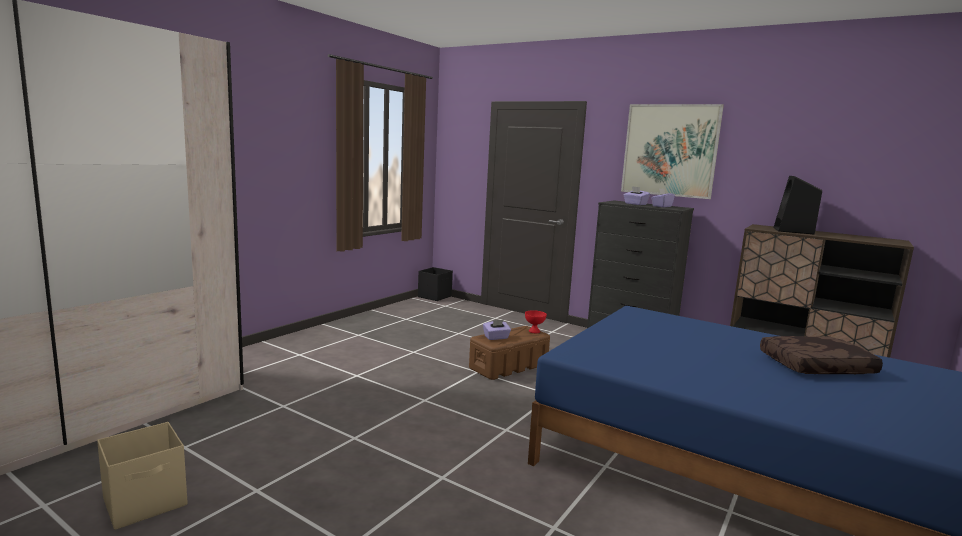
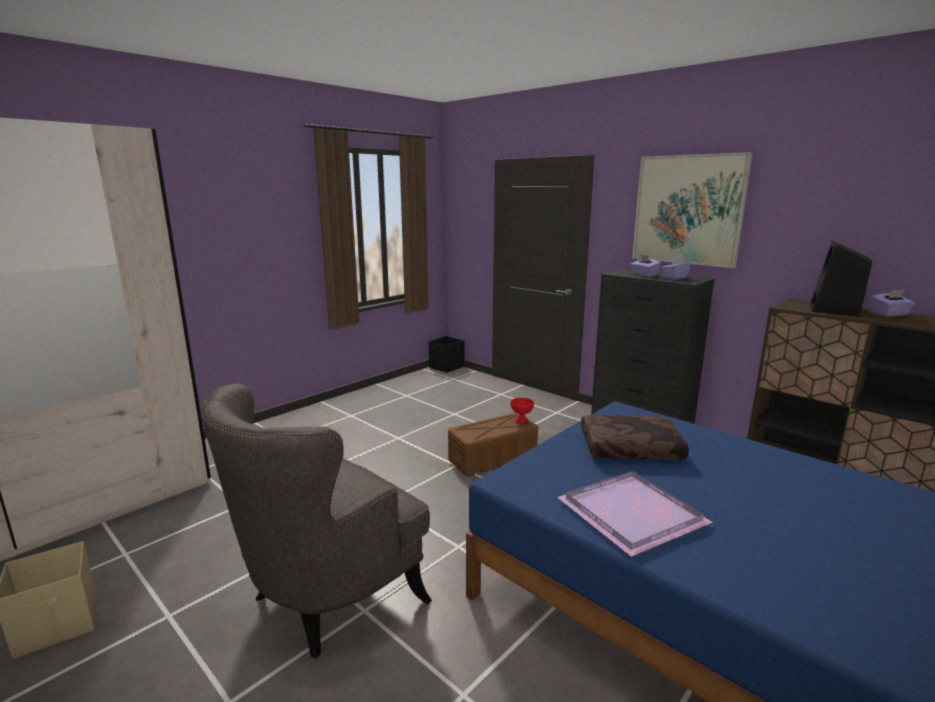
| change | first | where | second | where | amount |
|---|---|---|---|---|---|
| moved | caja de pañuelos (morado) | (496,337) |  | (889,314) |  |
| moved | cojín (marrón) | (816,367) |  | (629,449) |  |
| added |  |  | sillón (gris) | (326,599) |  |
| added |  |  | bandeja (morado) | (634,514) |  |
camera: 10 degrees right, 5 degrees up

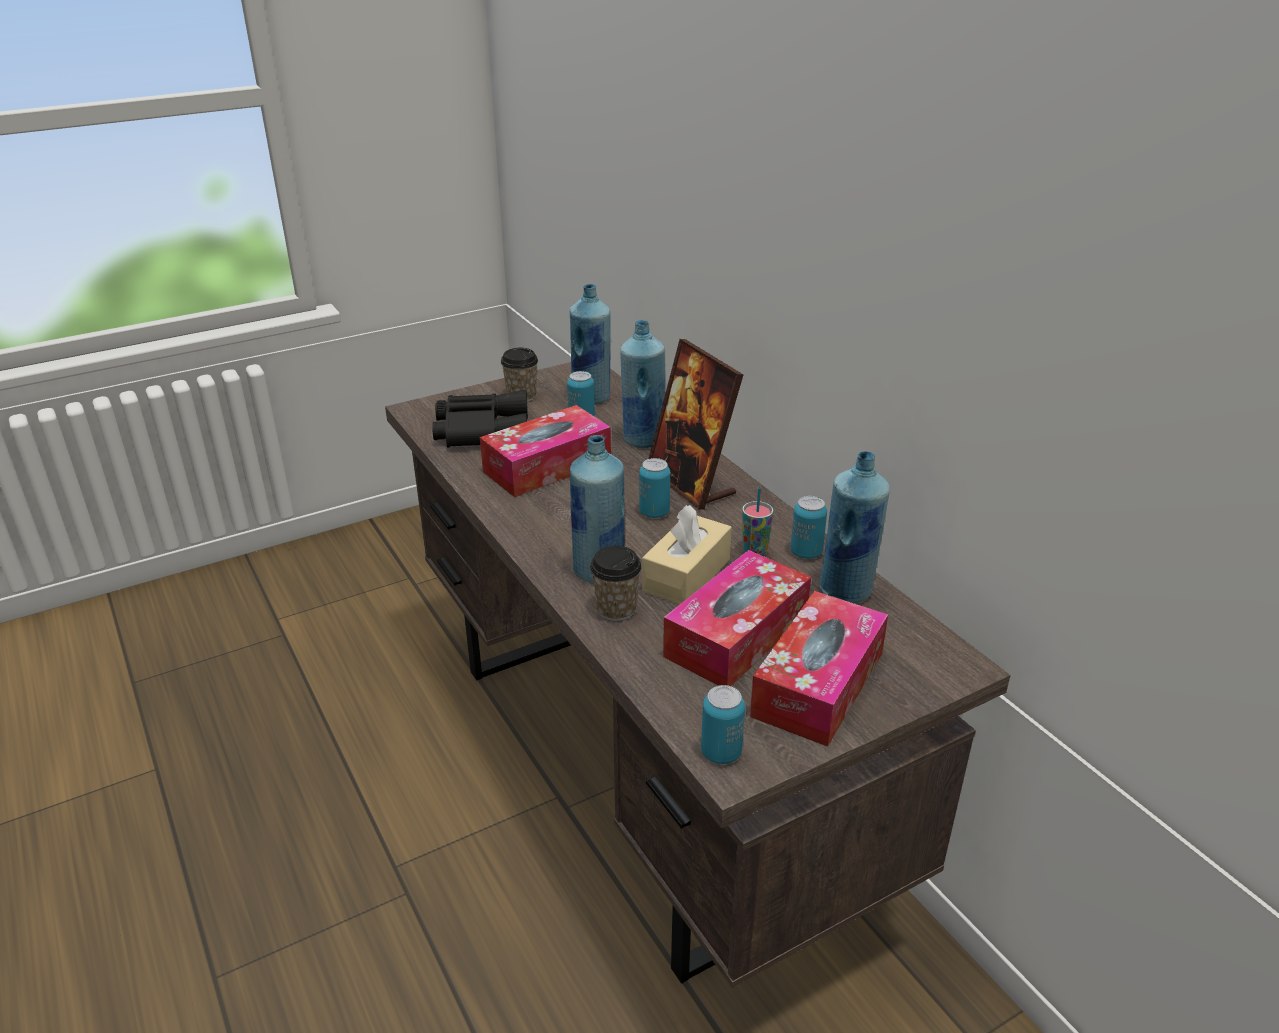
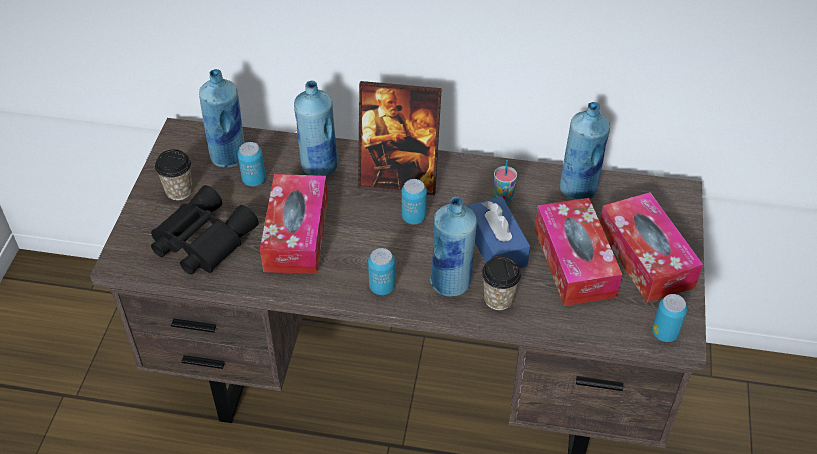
| change | first | where | second | where | amount |
|---|---|---|---|---|---|
| moved | lata | (806,552) |  | (382,287) |  |
| recoloured | caja de pañuelos (beis) | (686,575) | caja de pañuelos (azul) | (496,245) |  |
camera: 50 degrees left, 15 degrees up

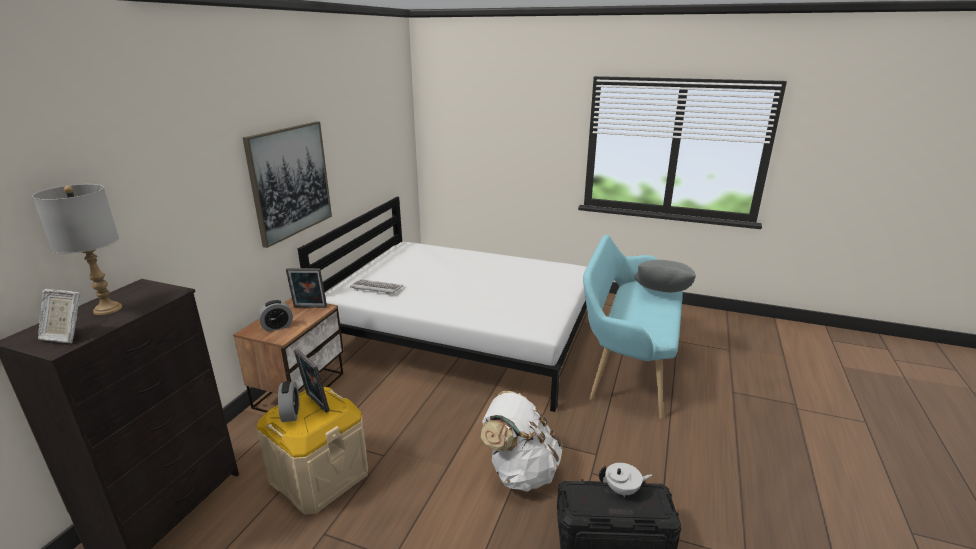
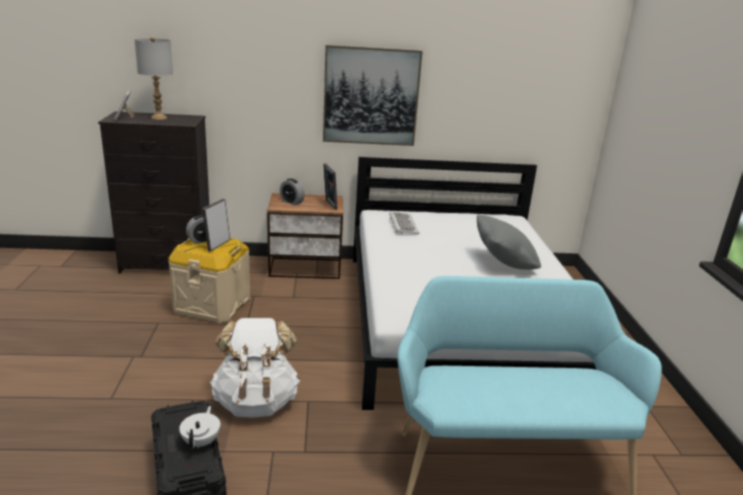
| change | first | where | second | where | amount |
|---|---|---|---|---|---|
| moved | cojín (gris) | (661,294) |  | (503,263) |  |
| turned | tetera (blanco) | (622,490) |  | (201,441) | 150 degrees counterclockwise |
camera: 65 degrees right, 0 degrees up

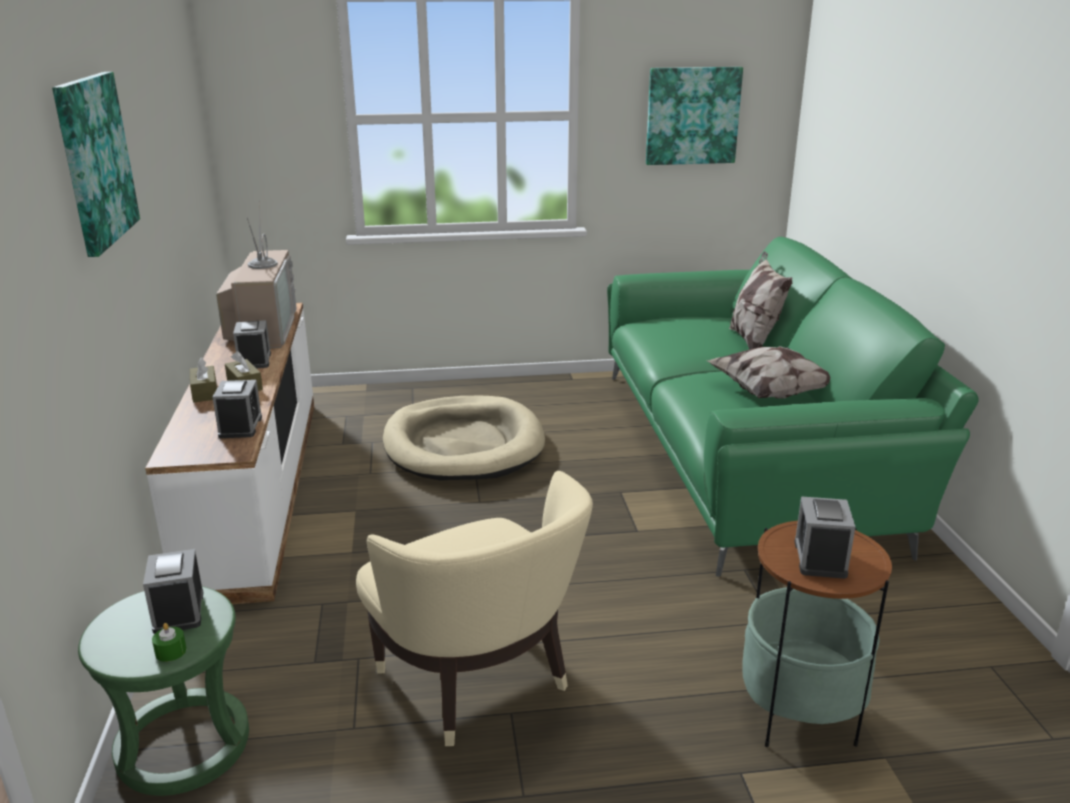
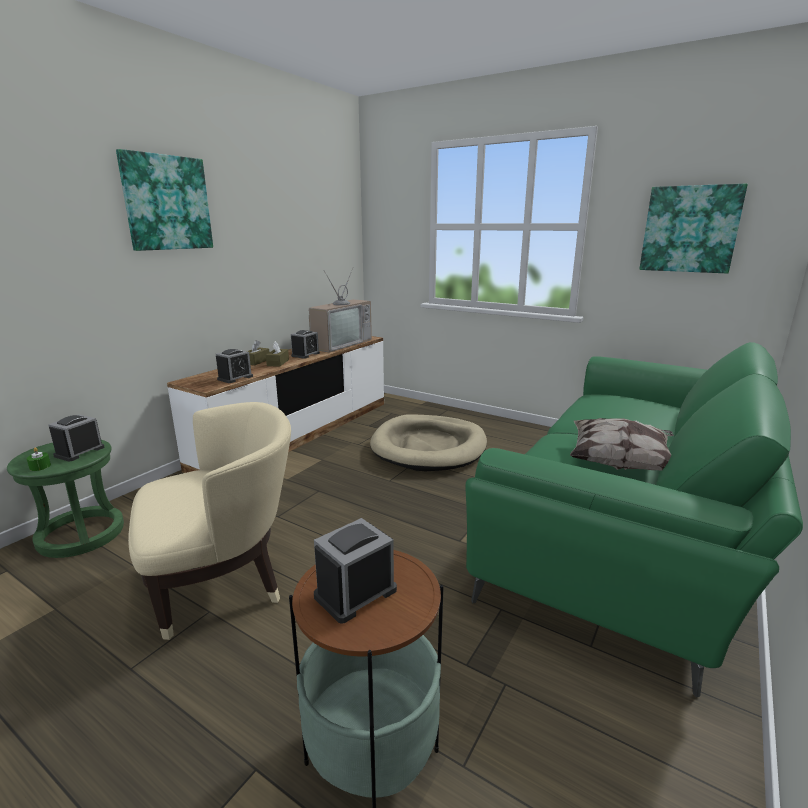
| change | first | where | second | where | amount |
|---|---|---|---|---|---|
| removed | cojín | (754,342) |  |  |  |
| turned | sillón (beis) | (478,682) |  | (225,581) | 120 degrees counterclockwise |
camera: 40 degrees right, 5 degrees down

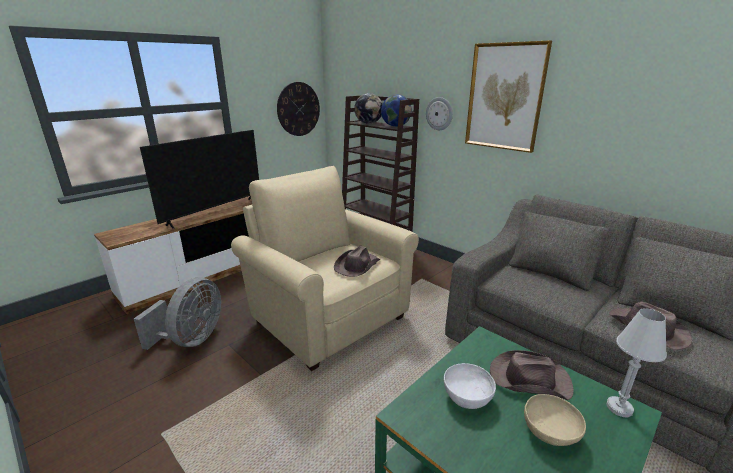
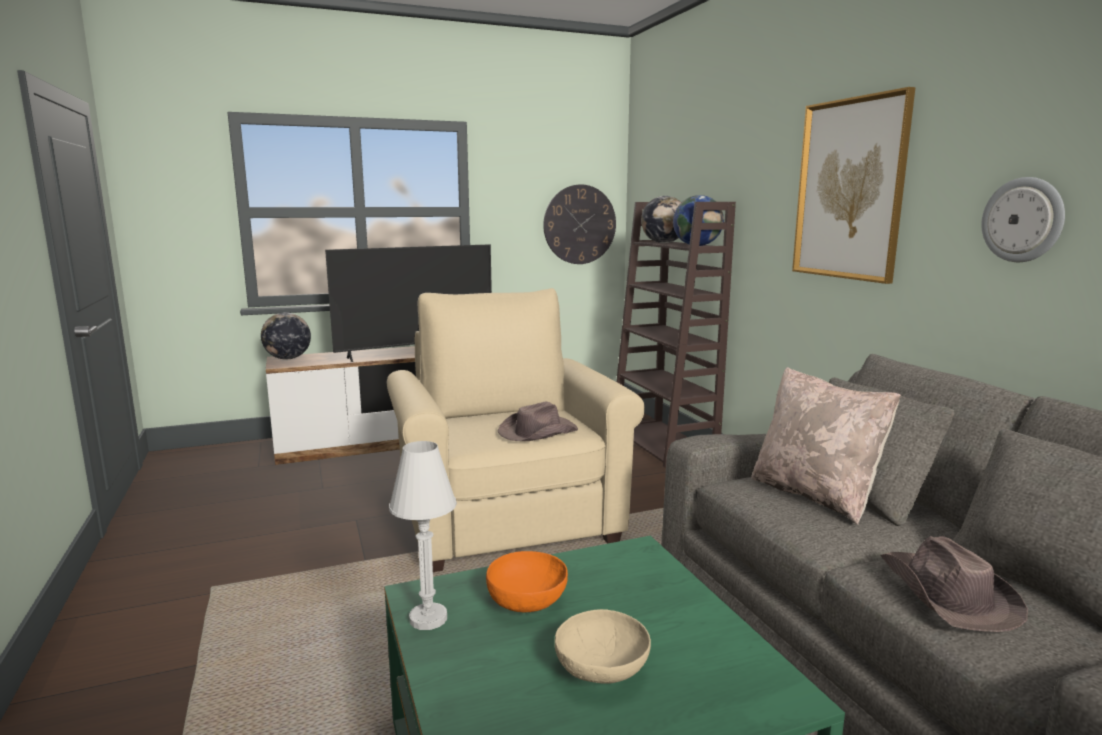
| change | first | where | second | where | amount |
|---|---|---|---|---|---|
| moved | reloj de pared | (439,113) |  | (1023,220) |  |
| removed | ventilador (gris) | (192,339) |  |  |  |
| moved | lámpara de mesa (blanco) | (619,408) |  | (428,618) |  |
| removed | sombrero (marrón) | (528,378) |  |  |  |
| recoloured | cuenco (blanco) | (467,396) | cuenco (naranja) | (527,601) |  |
| added |  |  | globo terráqueo | (288,358) |  |
| added |  |  | cojín (beis) | (815,495) |  |
camera: 25 degrees right, 10 degrees down

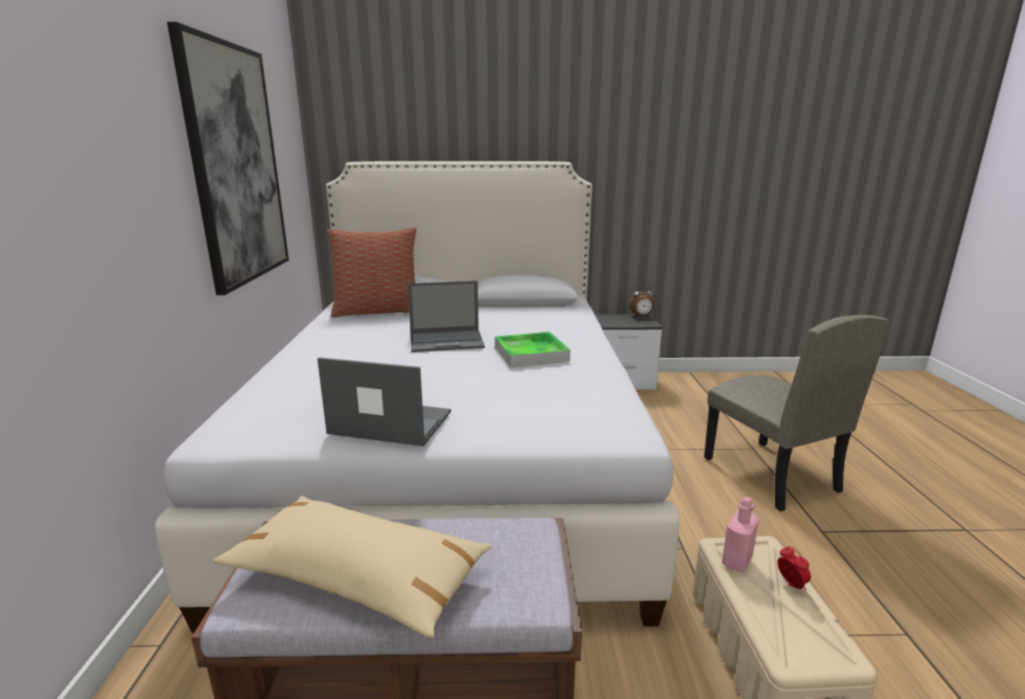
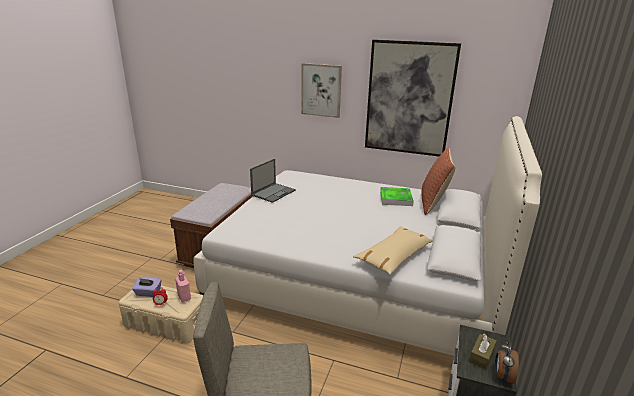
| change | first | where | second | where | amount |
|---|---|---|---|---|---|
| removed | portátil | (447,341) |  |  |  |
| moved | bandeja | (531,354) |  | (396,199) |  |
| moved | cojín (beis) | (358,577) |  | (394,256) |  |
| added |  |  | cuadro | (321,90) |  |
| added |  |  | caja de pañuelos (morado) | (148,293) |  |
| added |  |  | caja de pañuelos (marrón) | (481,356) |  |
camera: 110 degrees right, 5 degrees up

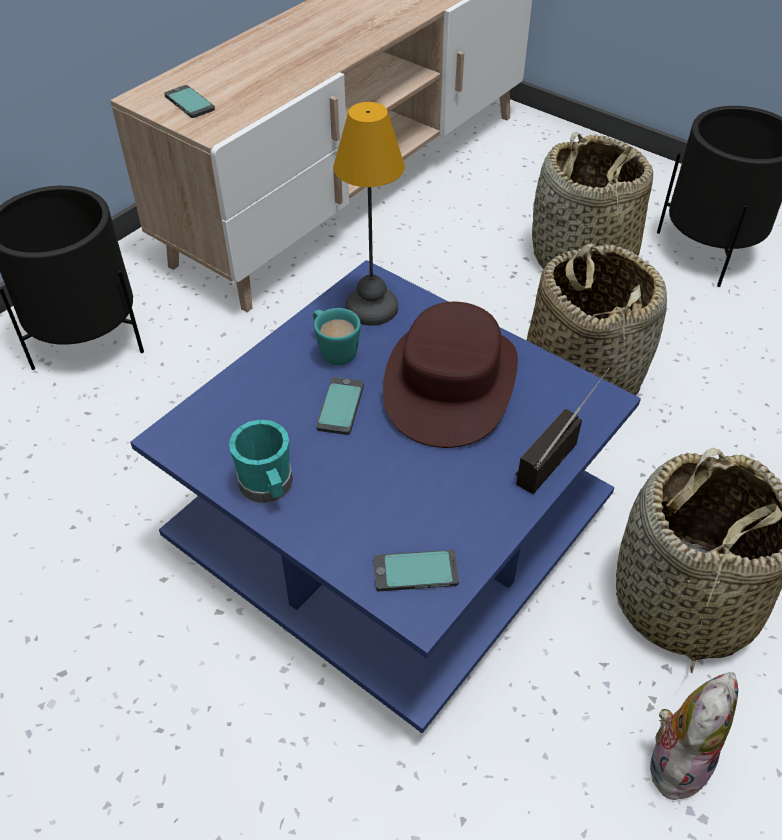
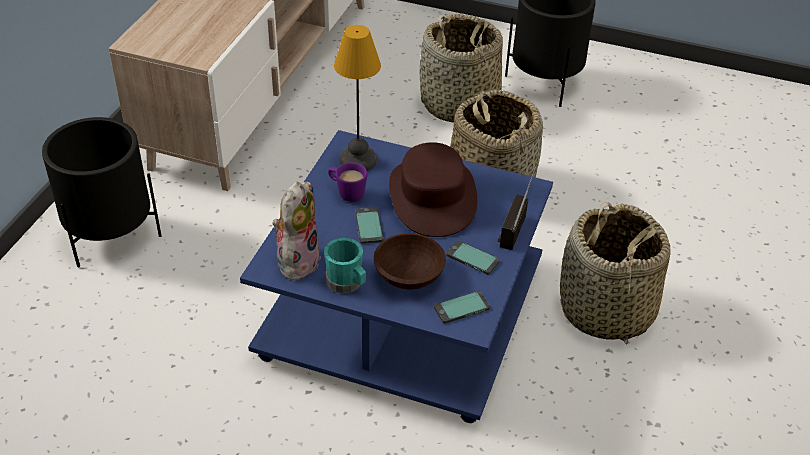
| change | first | where | second | where | amount |
|---|---|---|---|---|---|
| moved | móvil | (189,103) |  | (472,258) |  |
| recoloured | taza grande (turquesa) | (334,350) | taza grande (morado) | (346,193) |  |
| moved | peluche | (676,759) |  | (297,260) |  |
| added |  |  | cuenco (marrón) | (410,276) |  |
camera: 20 degrees left, 5 degrees down

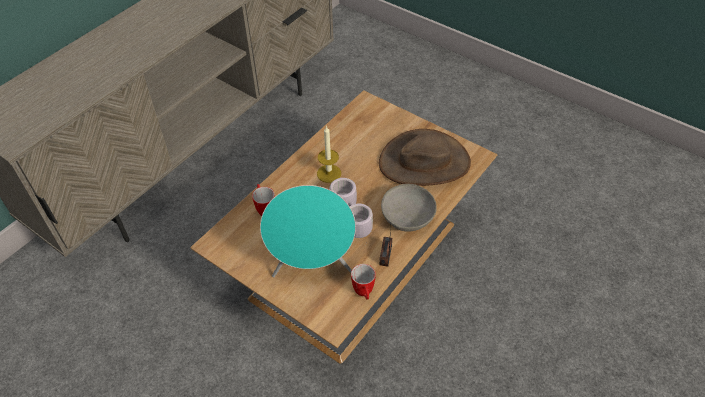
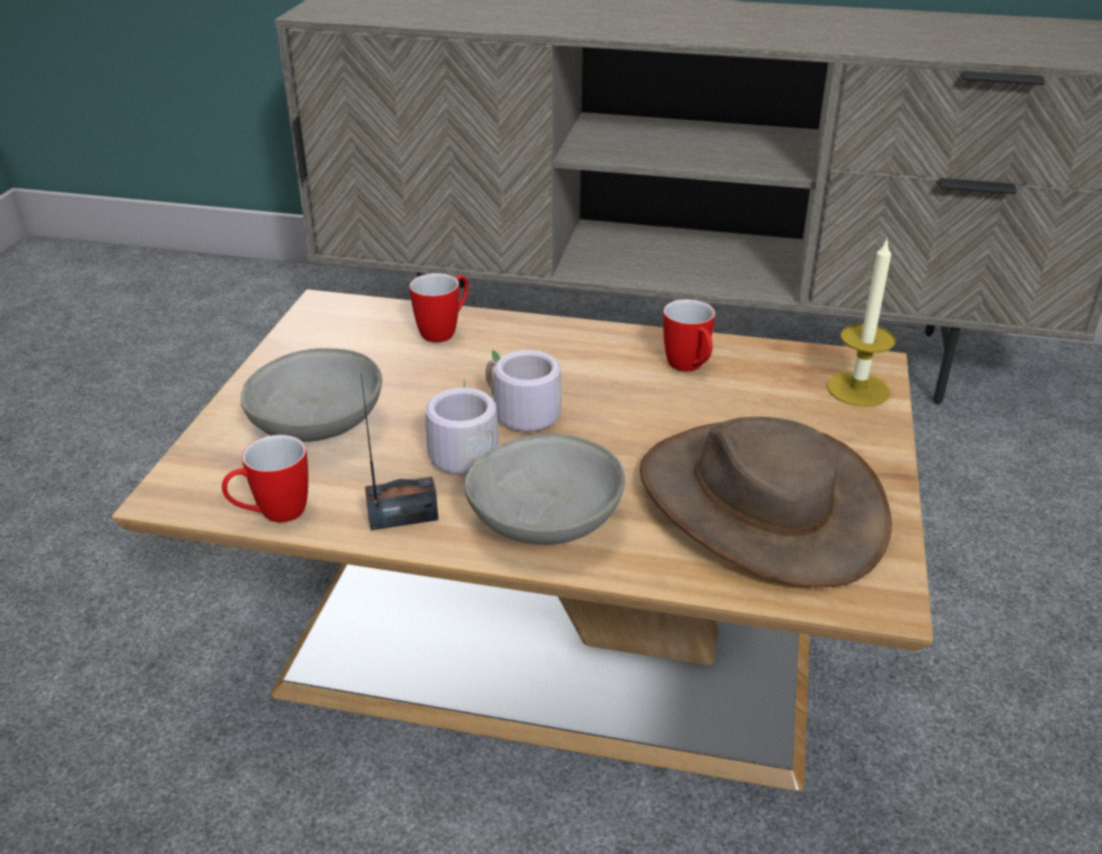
| change | first | where | second | where | amount |
|---|---|---|---|---|---|
| moved | vela | (329,173) |  | (858,389) |  |
| replaced | altavoz (turquesa) | (312,267) | cuenco (gris) | (319,426) |  |
| added |  |  | taza grande | (690,368) |  |
camera: 65 degrees right, 15 degrees down

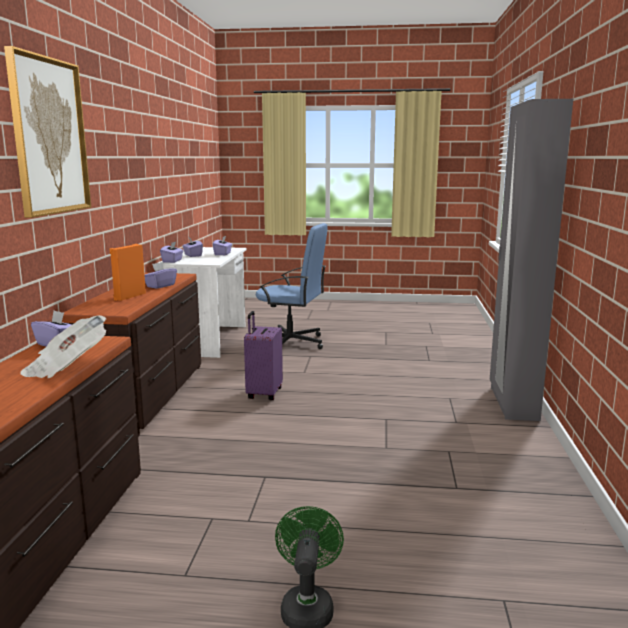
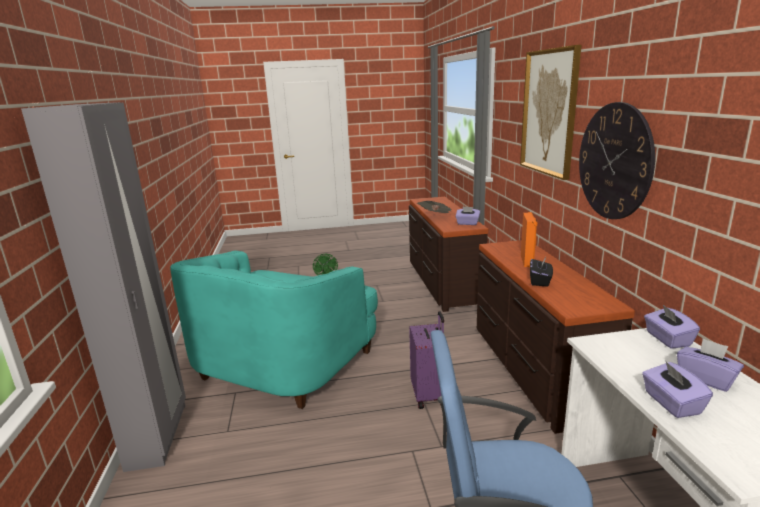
| change | first | where | second | where | amount |
|---|---|---|---|---|---|
| recoloured | caja de pañuelos (morado) | (160,286) | caja de pañuelos (negro) | (540,281) |  |
| added |  |  | reloj de pared | (614,161) |  |
| added |  |  | sillón (turquesa) | (284,363) |  |
camera: 165 degrees right, 5 degrees up

